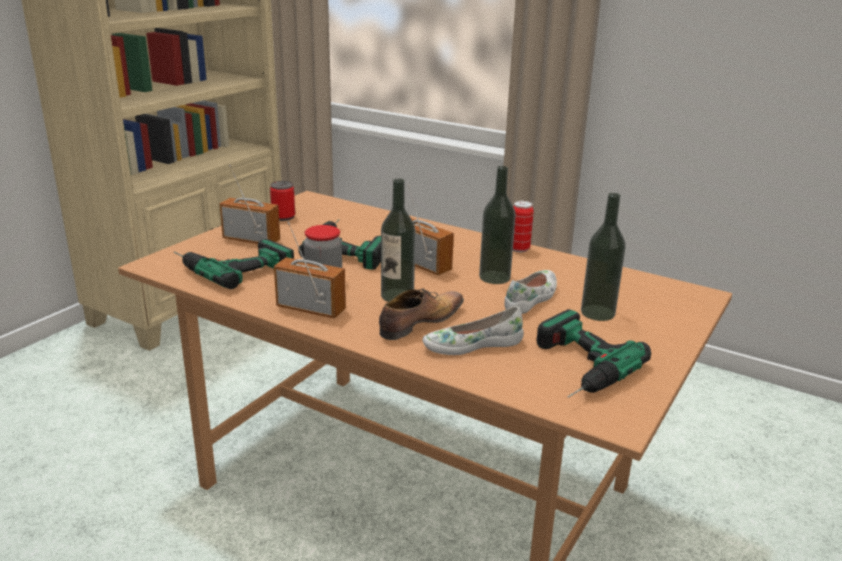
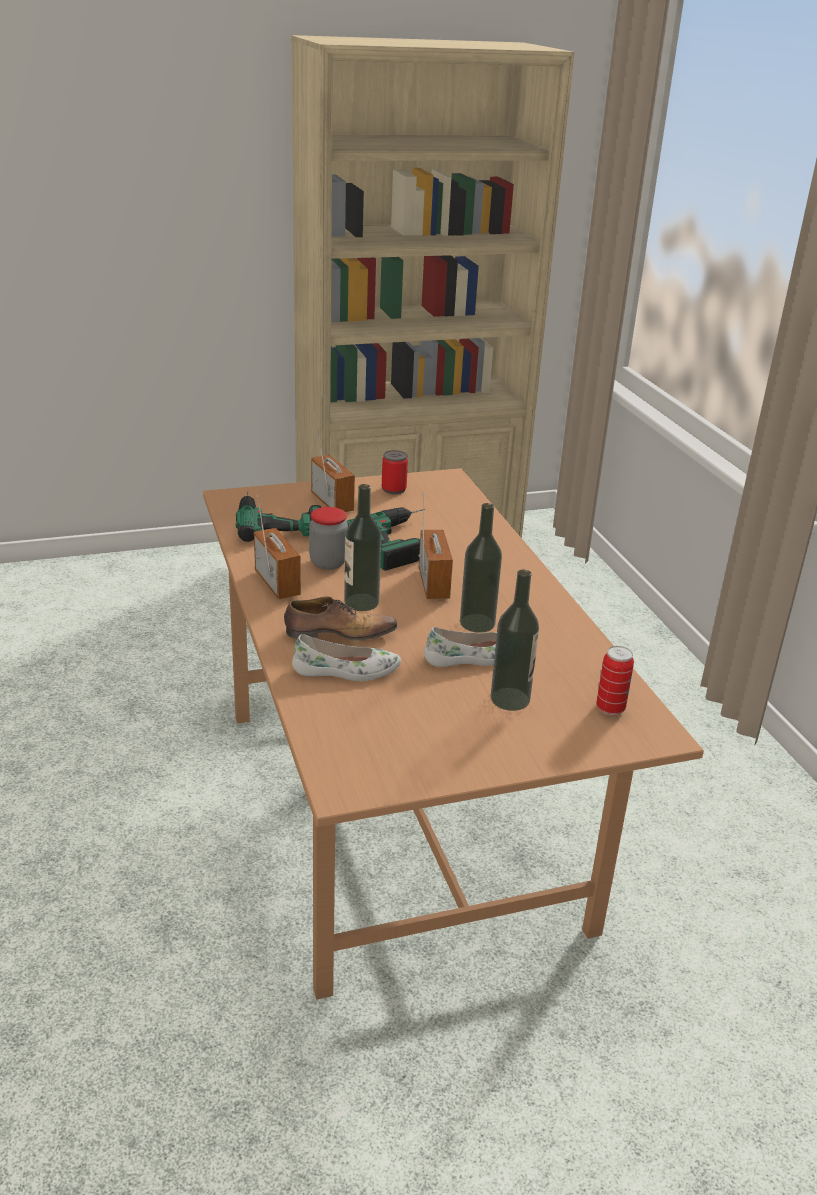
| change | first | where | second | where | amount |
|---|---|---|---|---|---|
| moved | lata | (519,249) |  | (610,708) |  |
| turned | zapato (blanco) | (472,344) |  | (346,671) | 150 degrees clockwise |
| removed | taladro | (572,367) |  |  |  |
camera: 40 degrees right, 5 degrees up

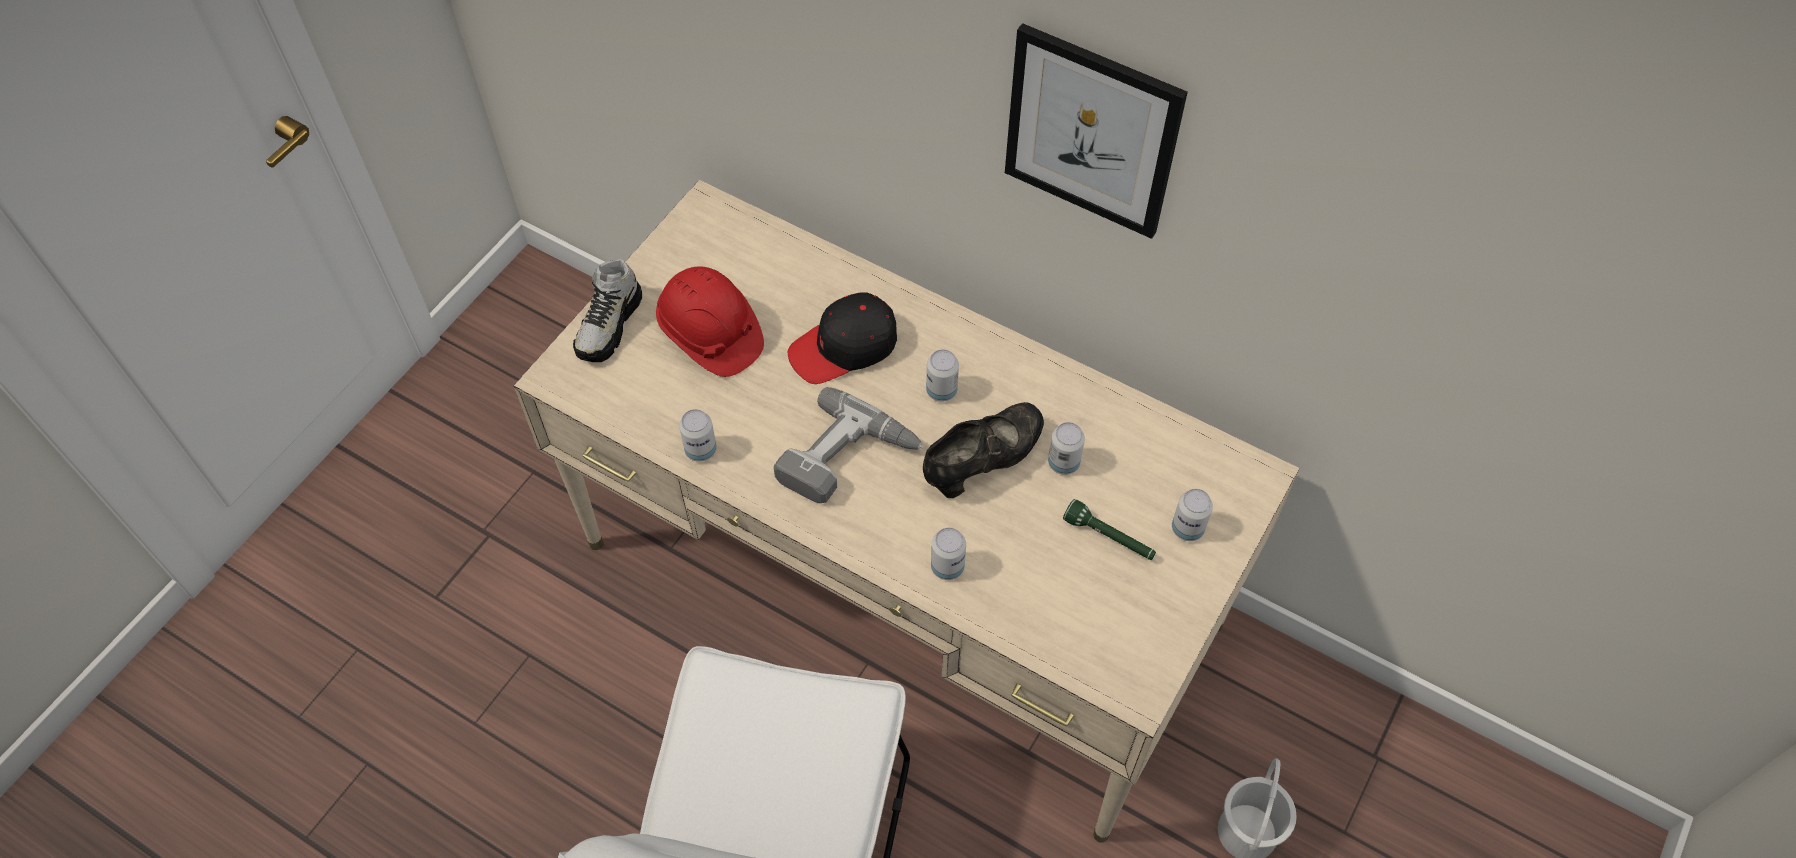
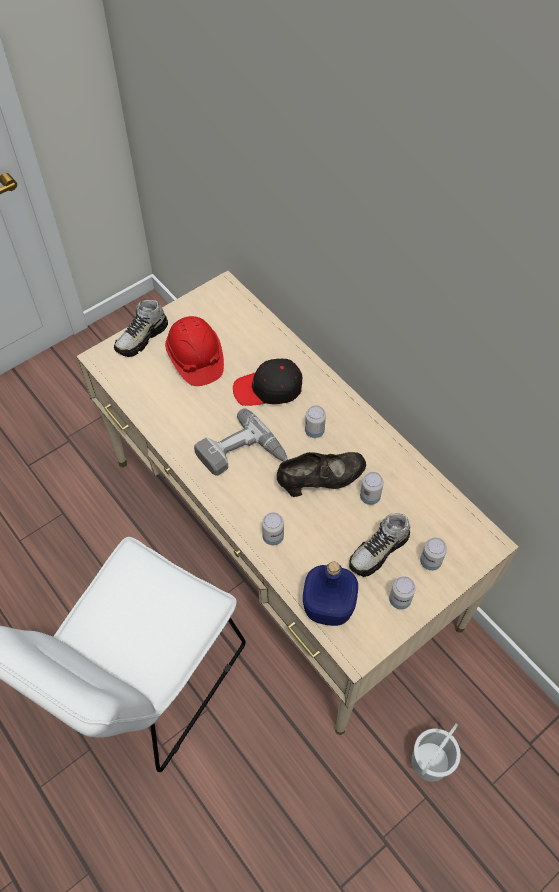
| change | first | where | second | where | amount |
|---|---|---|---|---|---|
| removed | cuadro | (1092,131) |  |  |  |
| moved | lata | (701,450) |  | (399,600) |  |
| replaced | linterna (verde) | (1109,538) | zapato | (379,551) |  |
| added |  |  | botella (azul) | (329,607) |  |
camera: 20 degrees right, 0 degrees up

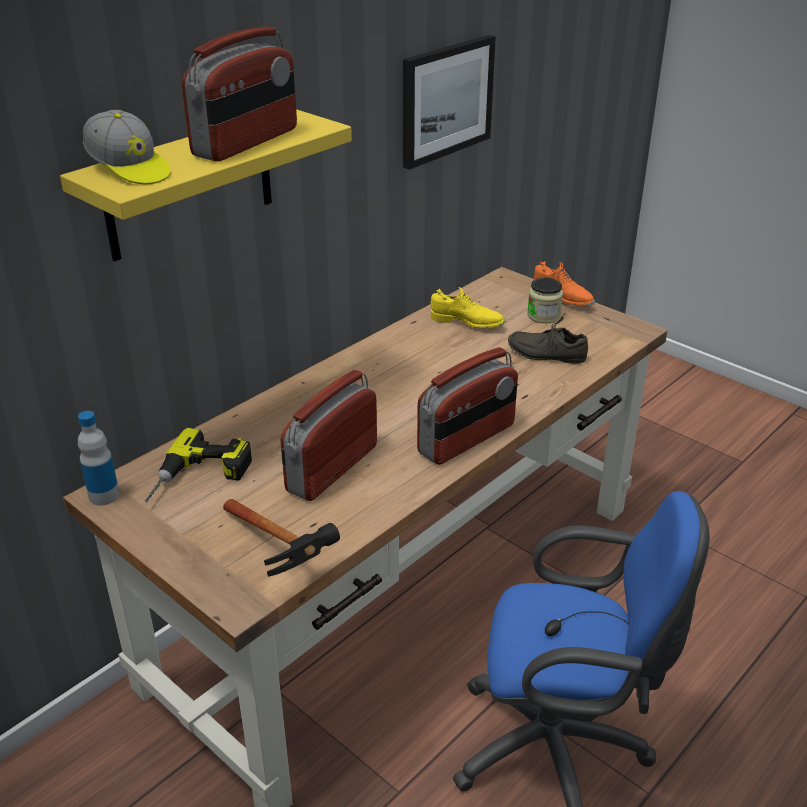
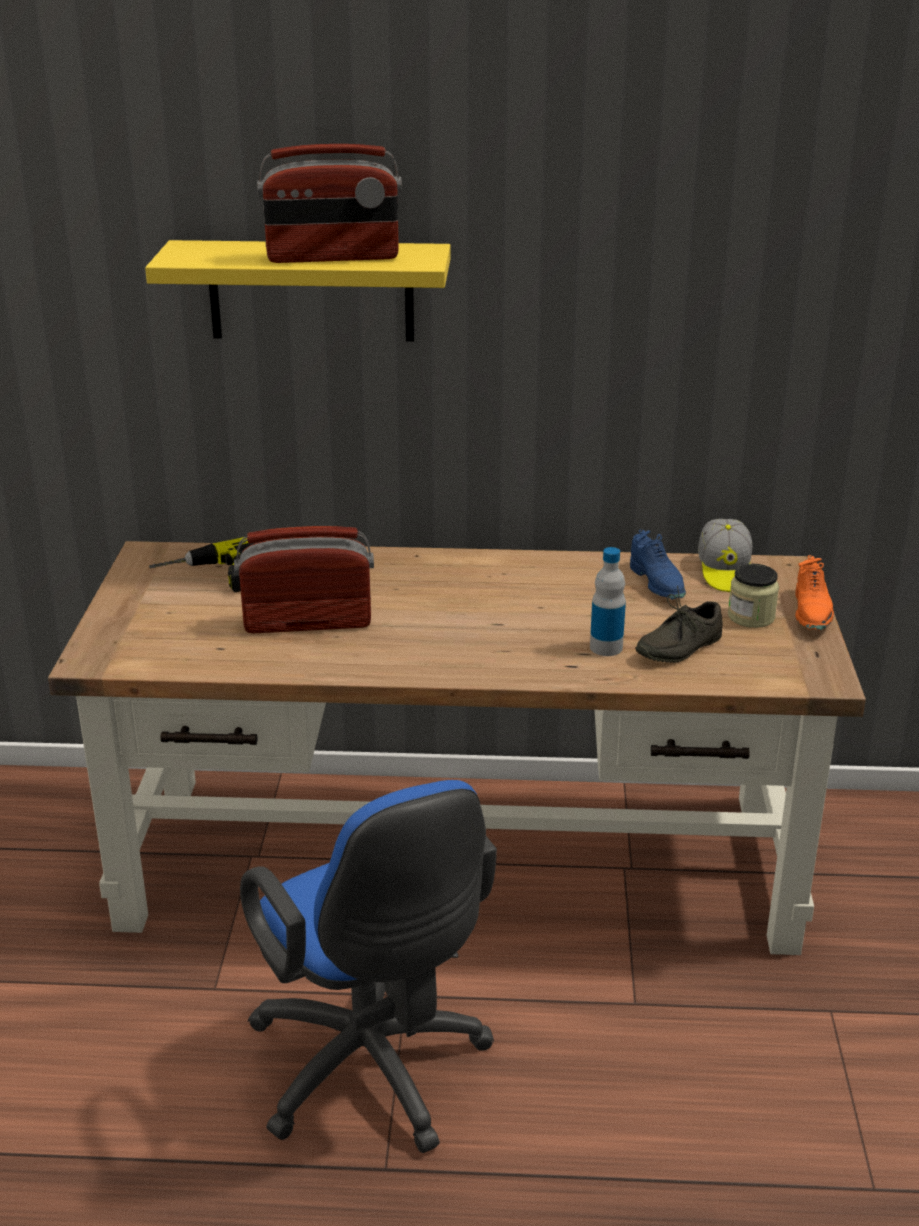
| change | first | where | second | where | amount |
|---|---|---|---|---|---|
| removed | cuadro | (446,100) |  |  |  |
| moved | gorra | (130,170) |  | (724,571) |  |
| recoloured | zapato (amarillo) | (467,323) | zapato (azul) | (657,584) |  |
| turned | zapato (gris) | (547,353) |  | (676,646) | 105 degrees counterclockwise |
| removed | radio | (467,439) |  |  |  |
| moved | botella | (104,495) |  | (606,647) |  |
| removed | martillo | (282,557) |  |  |  |
camera: 50 degrees right, 5 degrees down

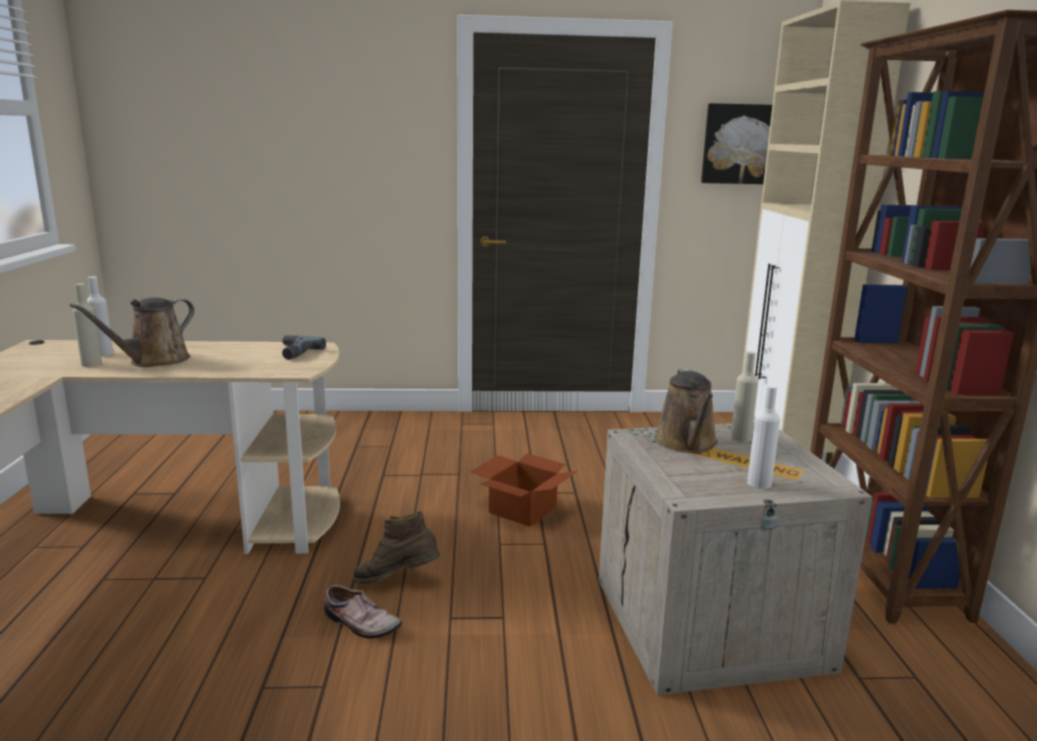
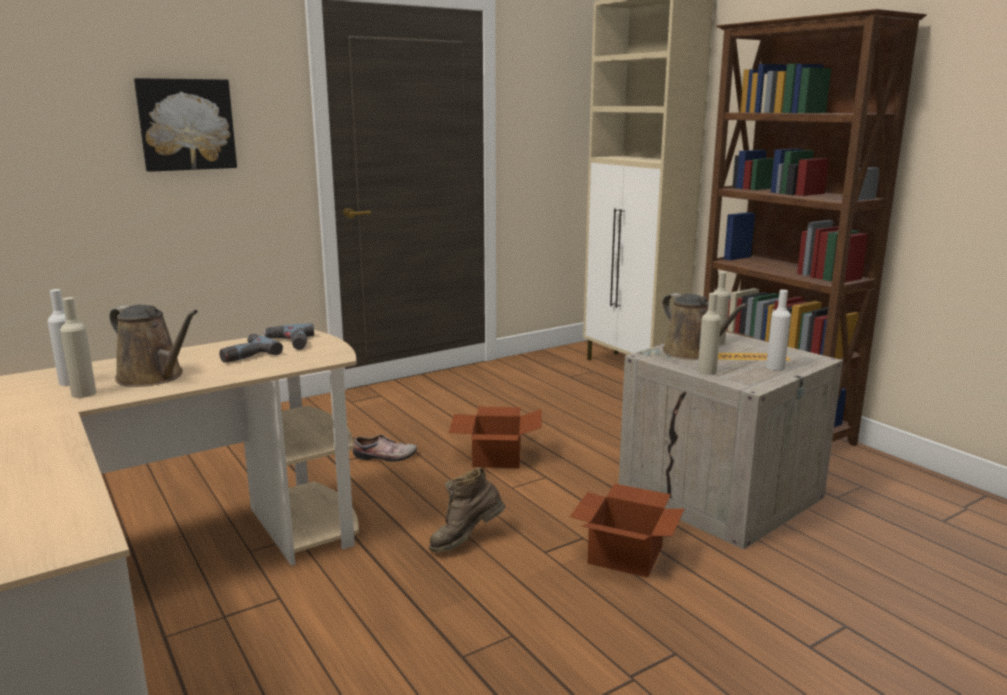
| change | first | where | second | where | amount |
|---|---|---|---|---|---|
| moved | cuadro | (741,144) |  | (186,124) |  |
| turned | regadera (marrón) | (154,361) |  | (154,377) | 60 degrees counterclockwise |
| moved | zapato | (360,624) |  | (385,457) |  |
| added |  |  | botella (beis) | (707,371) |  |
| added |  |  | taladro | (245,354) |  |
| added |  |  | caja de cartón | (627,554) |  |
camera: 30 degrees left, 0 degrees up

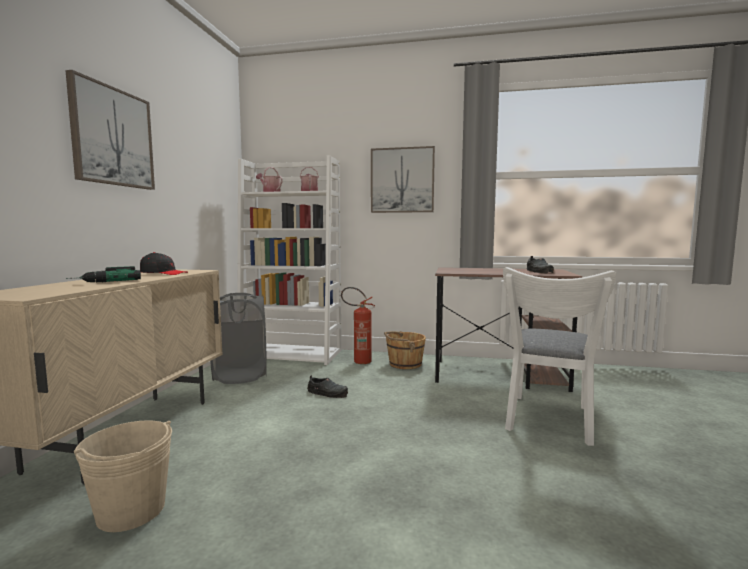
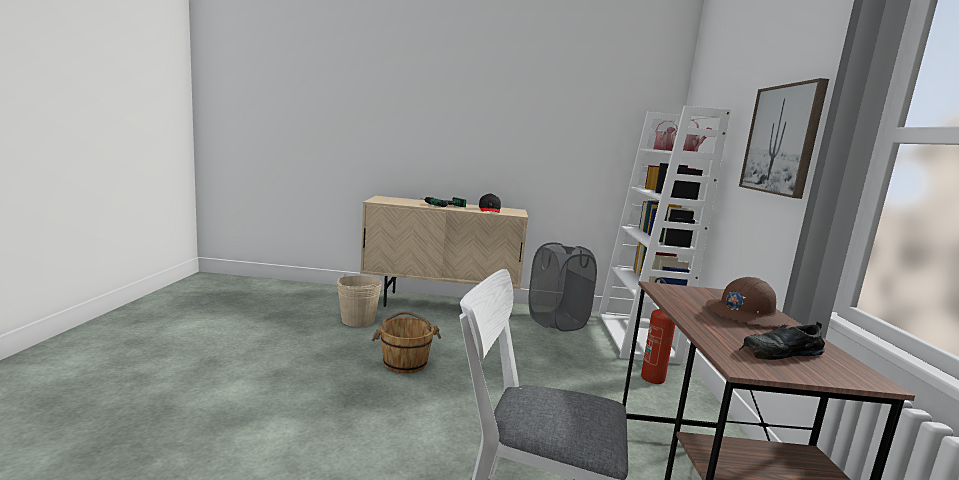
| change | first | where | second | where | amount |
|---|---|---|---|---|---|
| removed | cuadro | (112,137) |  |  |  |
| moved | cubo (marrón) | (404,364) |  | (405,362) |  |
| removed | zapato (negro) | (328,393) |  |  |  |
| added |  |  | casco (marrón) | (744,315) |  |
camera: 80 degrees right, 5 degrees up

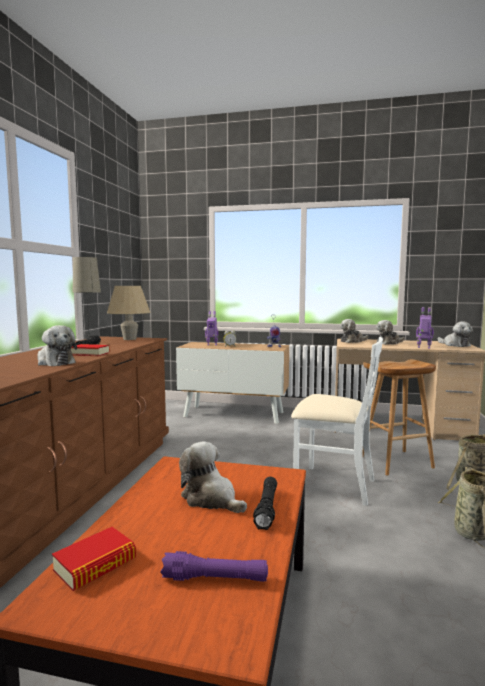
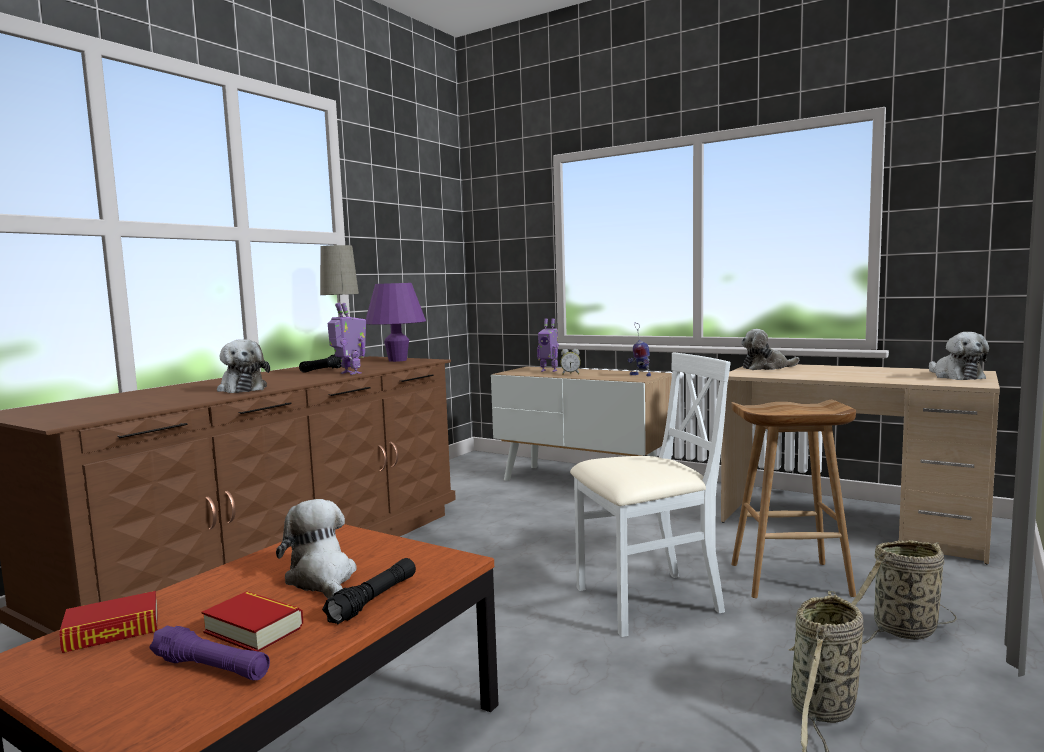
| change | first | where | second | where | amount |
|---|---|---|---|---|---|
| recoloured | lámpara de mesa (beis) | (129,339) | lámpara de mesa (morado) | (397,360) |  |
| moved | robot de juguete | (424,347) |  | (350,373) |  |
| removed | peluche | (389,343) |  |  |  |
| turned | silla (blanco) | (333,485) |  | (647,601) | 60 degrees counterclockwise |
| moved | libro | (90,354) |  | (253,629) |  |
camera: 20 degrees right, 0 degrees up

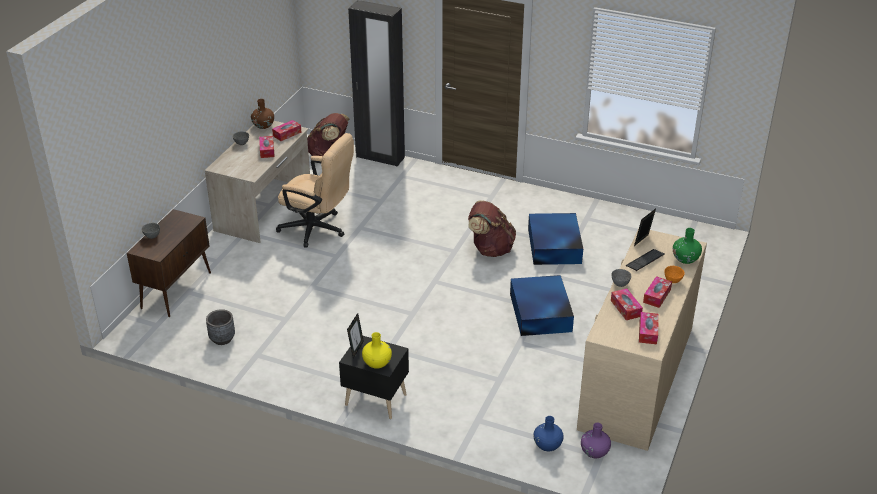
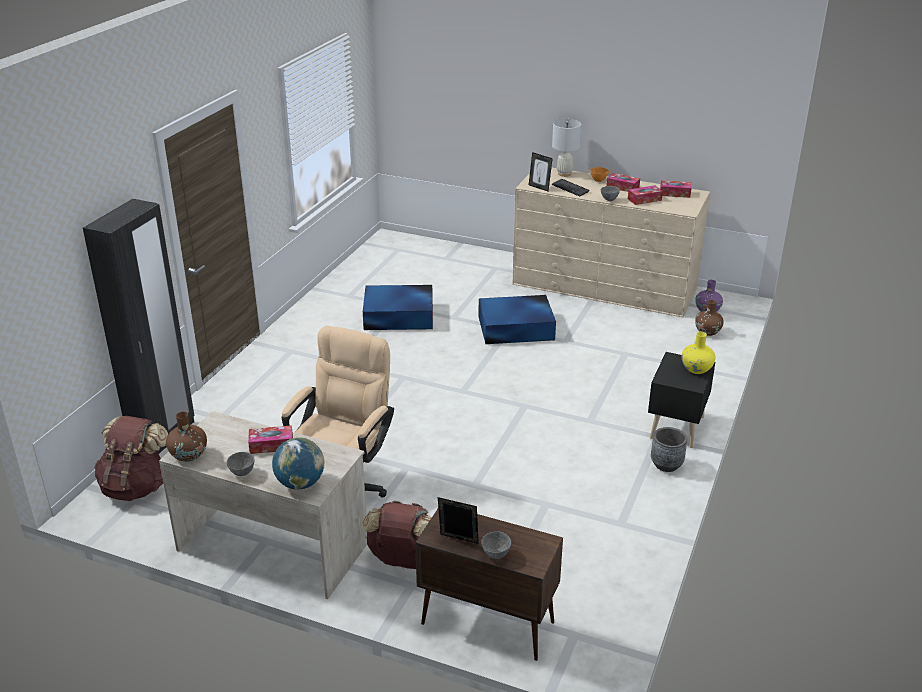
| change | first | where | second | where | amount |
|---|---|---|---|---|---|
| removed | caja de pañuelos | (287,134) |  |  |  |
| moved | mochila (marrón) | (490,249) |  | (405,561) |  |
| replaced | florero (verde) | (685,259) | lámpara de mesa (blanco) | (564,174) |  |
| moved | maceta (gris) | (222,339) |  | (666,465) |  |
| moved | portarretratos | (356,349) |  | (458,541) |  |
| recoloured | florero (azul) | (547,445) | florero (marrón) | (707,332) |  |
| added |  |  | globo terráqueo | (300,483) |  |
camera: 90 degrees left, 5 degrees down

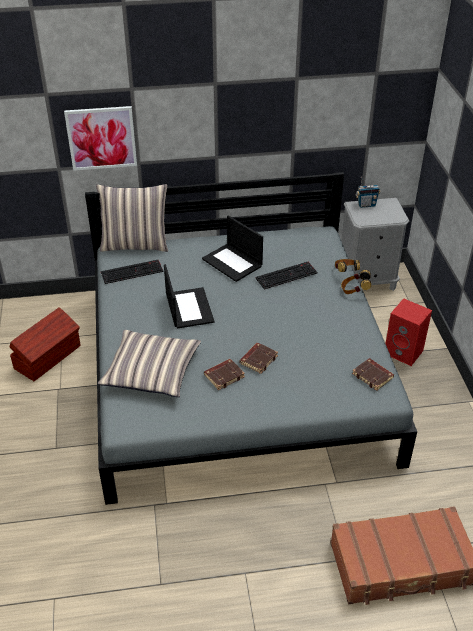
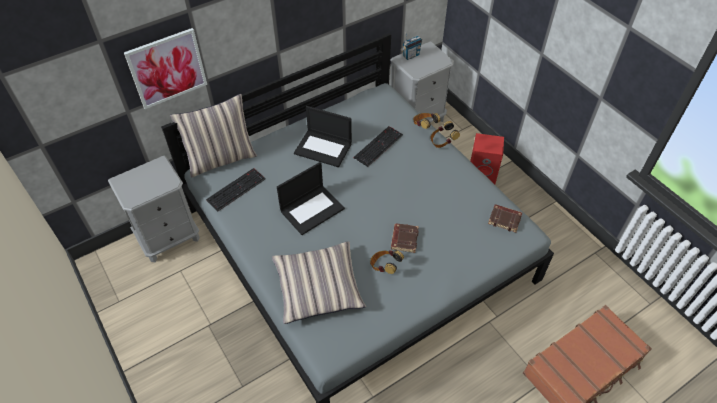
| change | first | where | second | where | amount |
|---|---|---|---|---|---|
| turned | portátil | (188,308) |  | (312,209) | 90 degrees clockwise |
| removed | caja de almacenaje (marrón) | (49,357) |  |  |  |
| replaced | libro (marrón) | (224,376) | auriculares | (385,267) |  |
| added |  |  | mesita de noche (gris) | (169,237) |  |
camera: 25 degrees left, 10 degrees up

